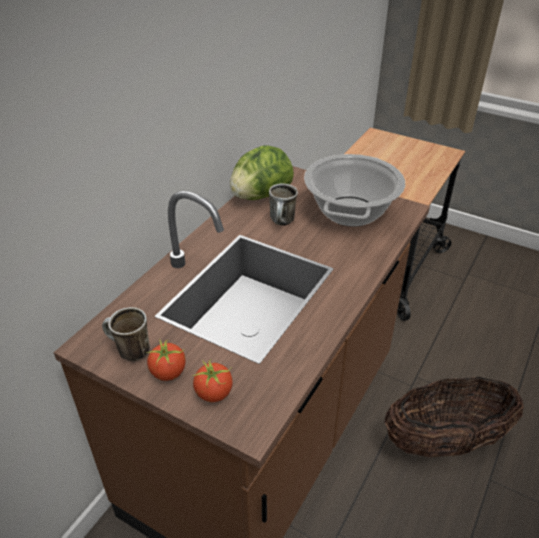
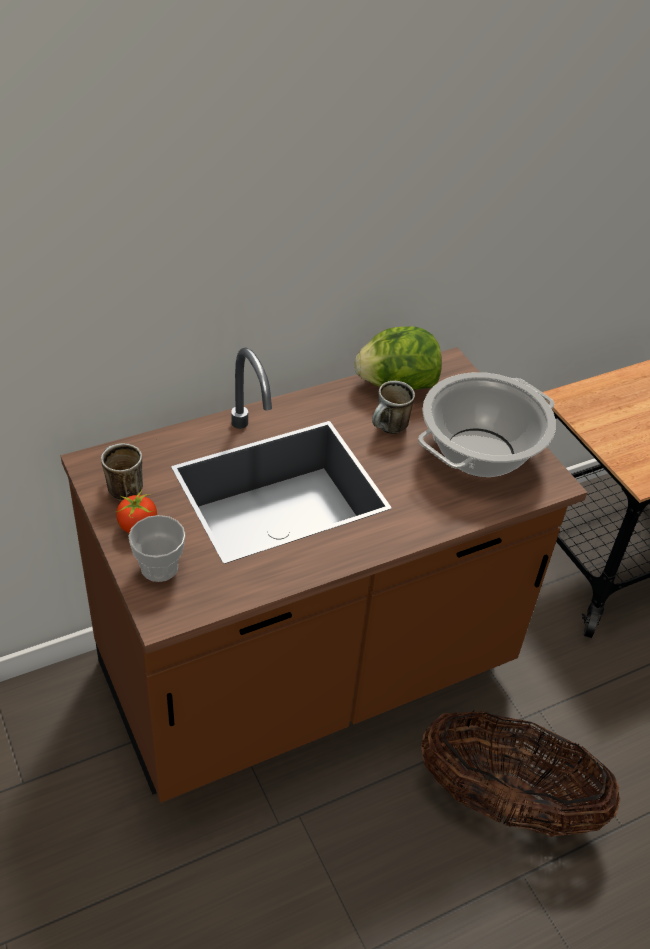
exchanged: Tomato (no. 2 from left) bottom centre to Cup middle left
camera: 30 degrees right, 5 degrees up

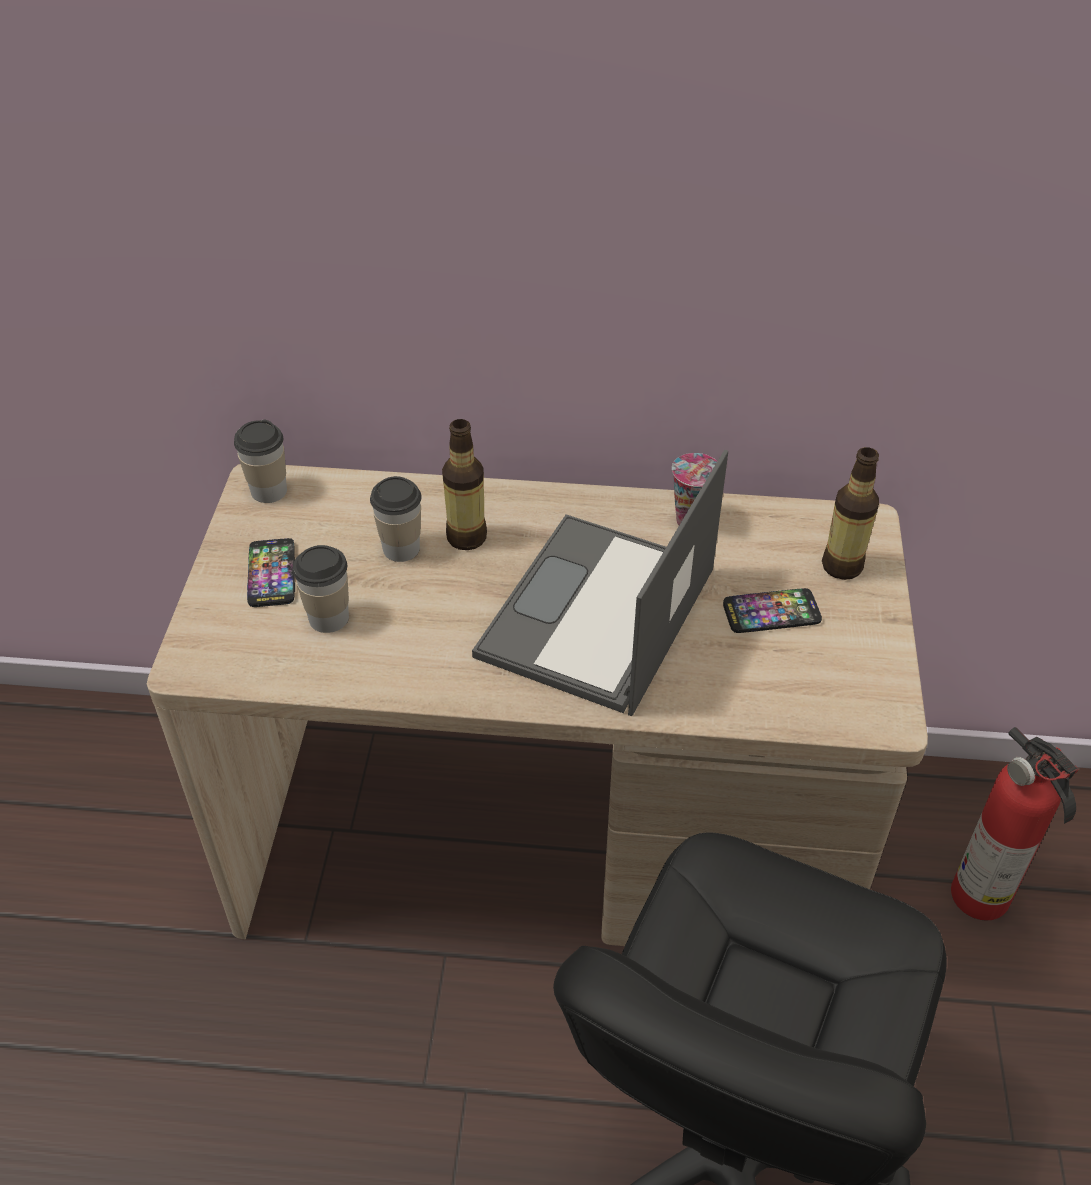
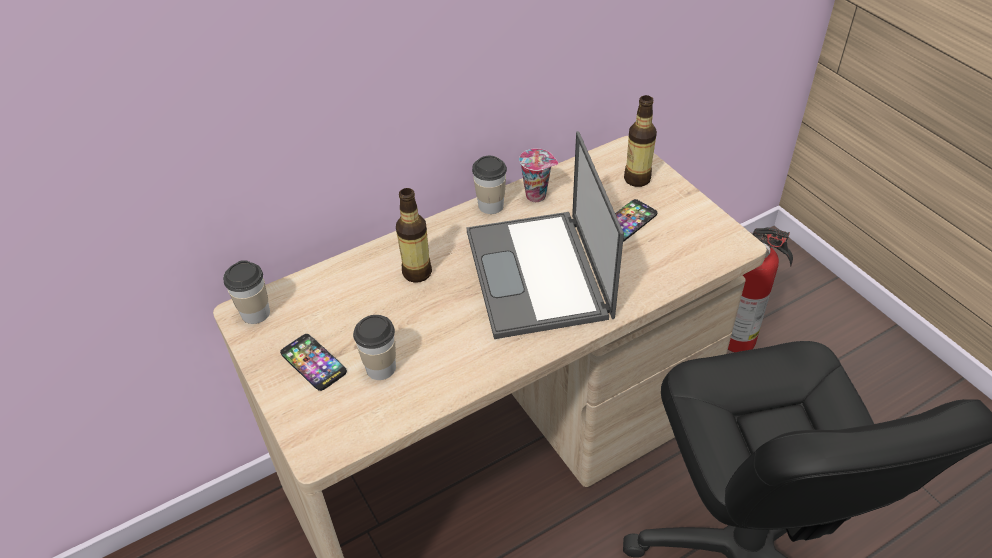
relocated: Cup (no. 3 from left) centre to top centre
camera: 35 degrees left, 0 degrees up

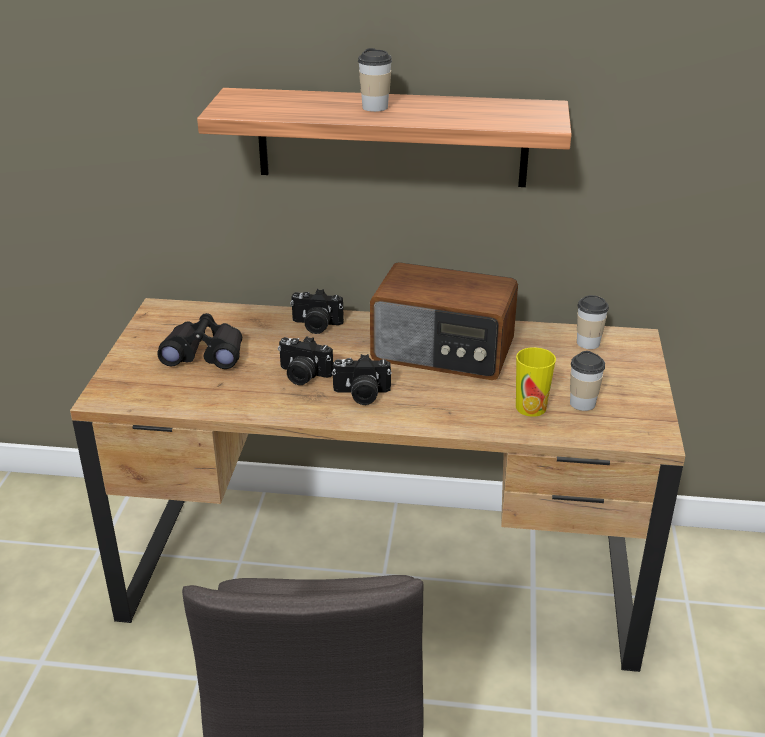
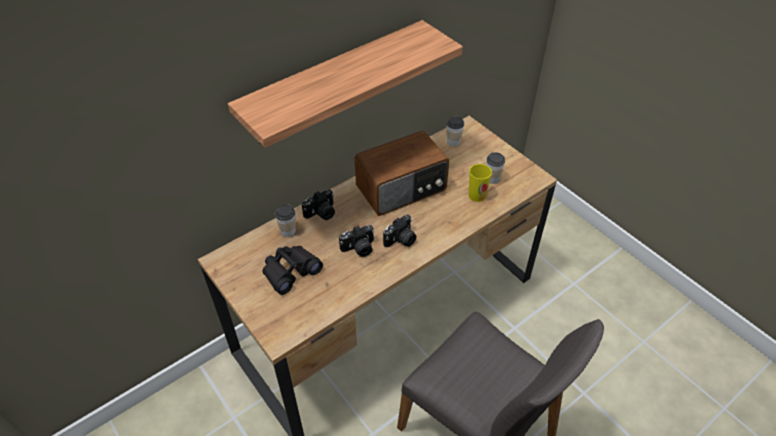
relocated: Cup (no. 1 from left) top centre to centre
camera: 45 degrees left, 15 degrees up

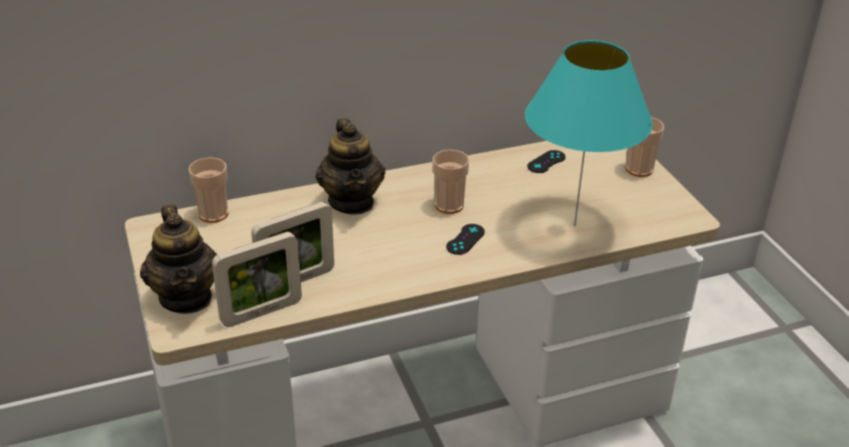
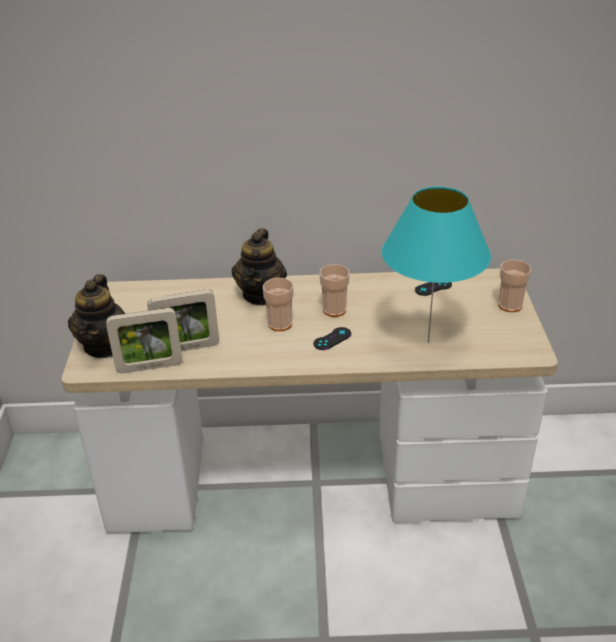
relocated: Cup (no. 1 from left) middle left to centre
camera: 20 degrees right, 0 degrees up

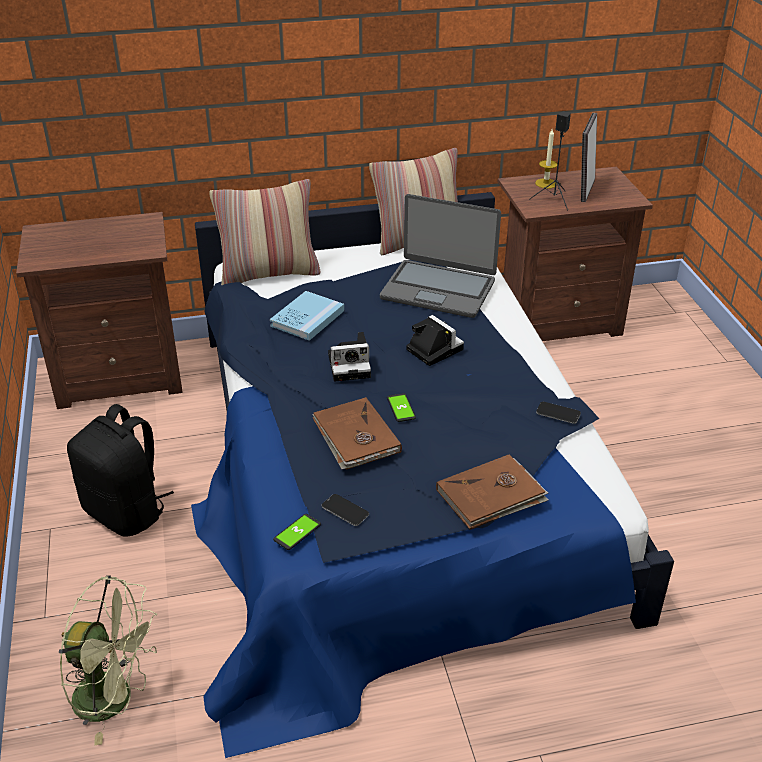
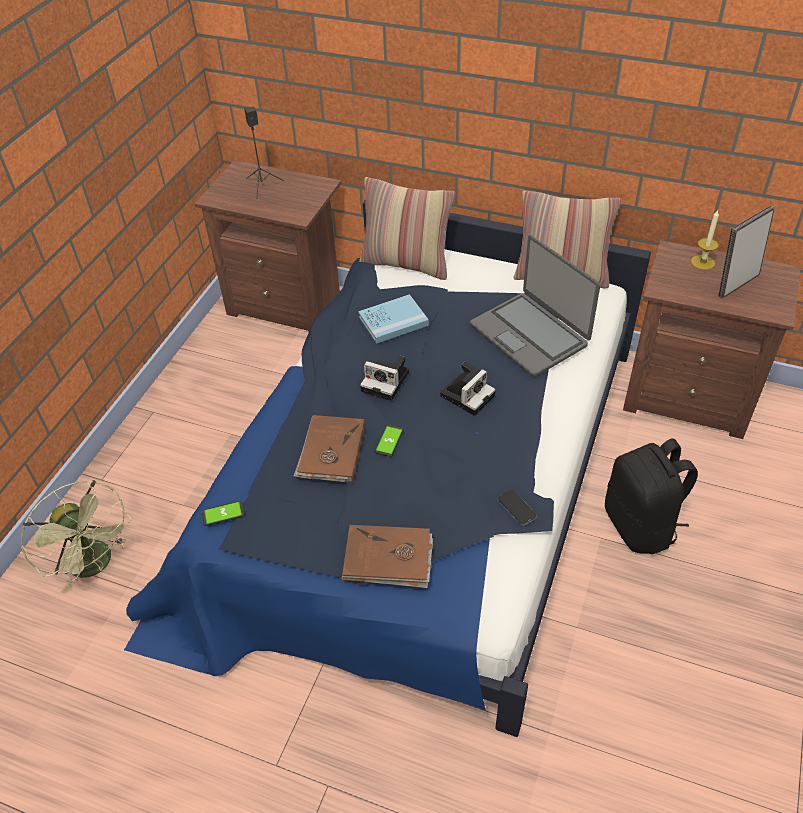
missing: Phone (no. 2 from left) bottom centre
relocated: BlackSpeaker top right to top left; BlackBackpack middle left to middle right
spun: PhotoCamera (no. 2 from left) centre = centre 45 degrees clockwise
camera: 35 degrees right, 10 degrees up

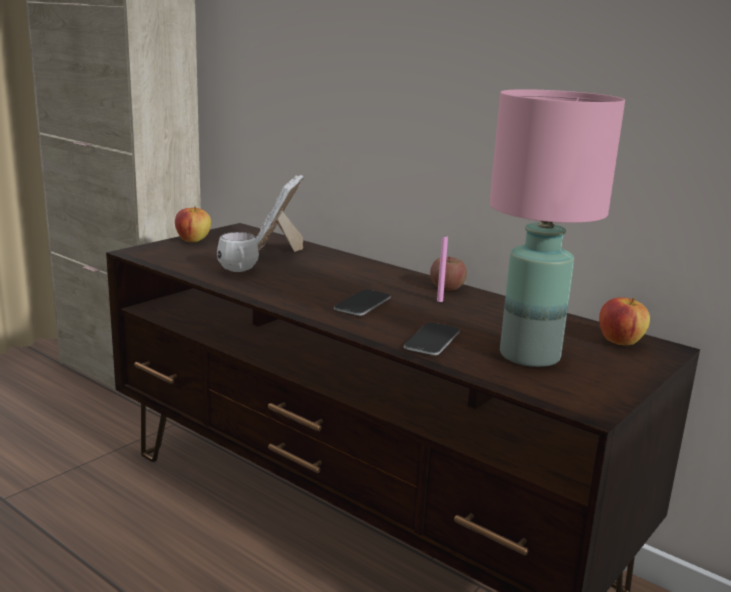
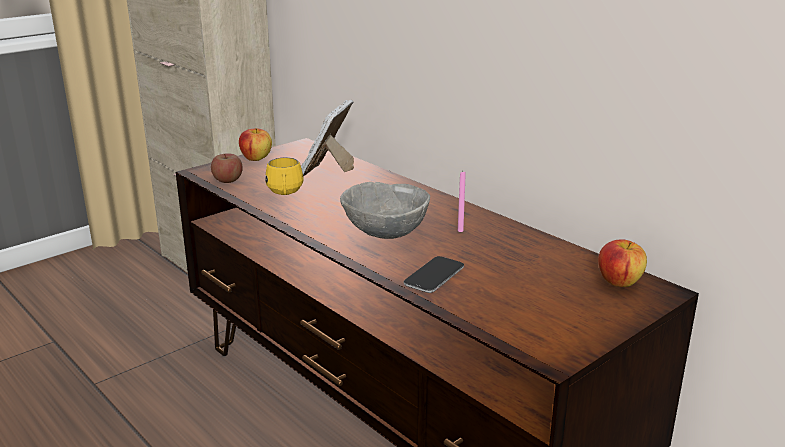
missing: PinkTableLamp middle right
relocated: Apple (no. 2 from left in the first image) centre to Apple (no. 1 from left) middle left
exchanged: Phone (no. 1 from left) centre to GreyBowl centre
colour: WhiteMug middle left to YellowMug centre
camera: 10 degrees right, 5 degrees up

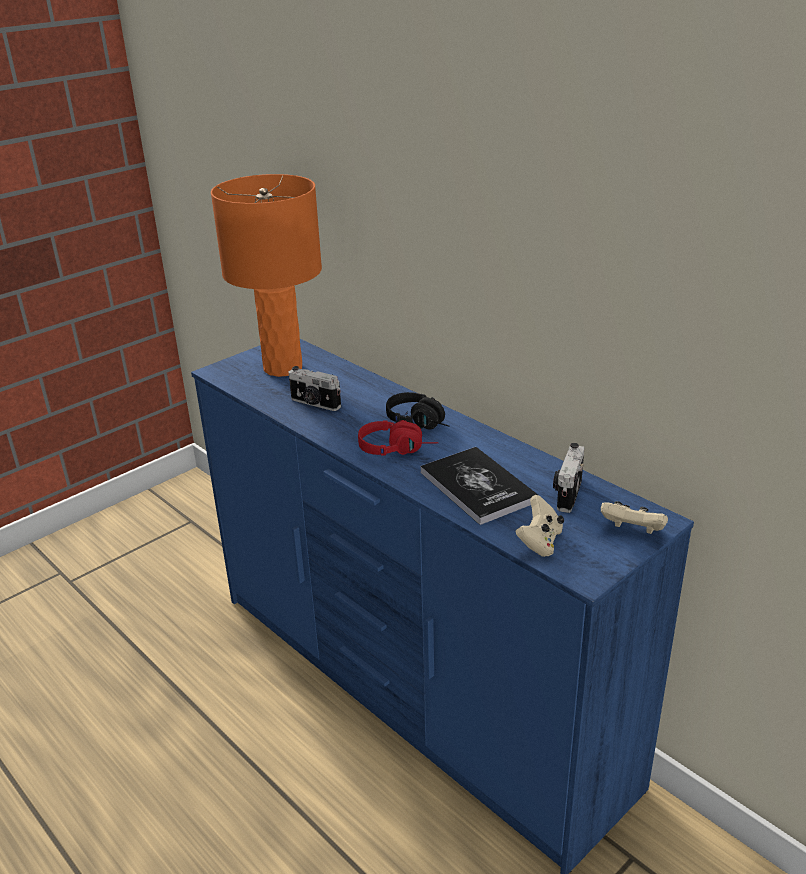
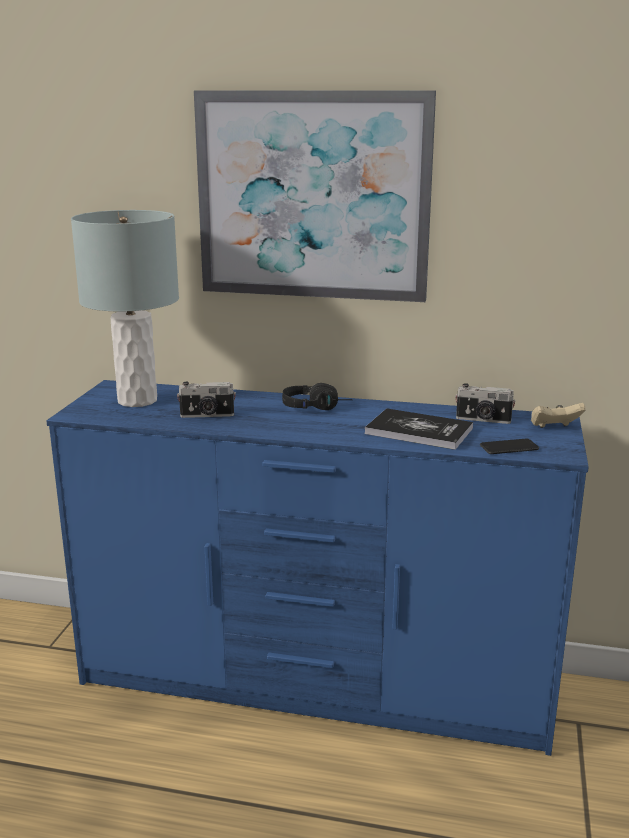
missing: RedHeadphones centre
appeared: Picture top centre
exchanged: BeigeGameController (no. 1 from left) middle right to Phone middle right
colour: OrangeTableLamp top left to GreyTableLamp middle left
spun: PhotoCamera (no. 2 from left) middle right = middle right 60 degrees counterclockwise
camera: 35 degrees left, 10 degrees down

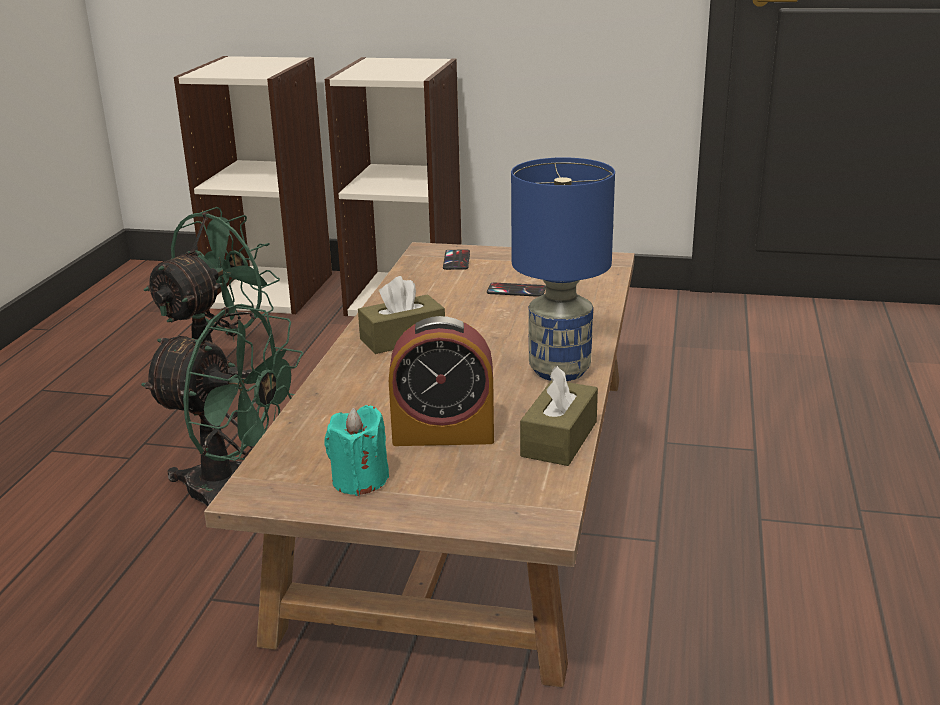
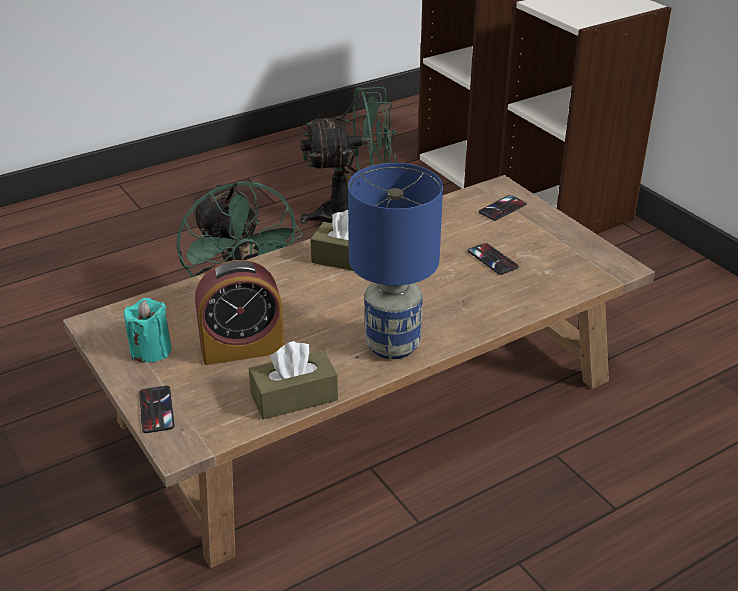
appeared: Phone (no. 1 from left) bottom left
spun: AlarmClock centre = middle left 60 degrees counterclockwise
camera: 45 degrees right, 10 degrees up

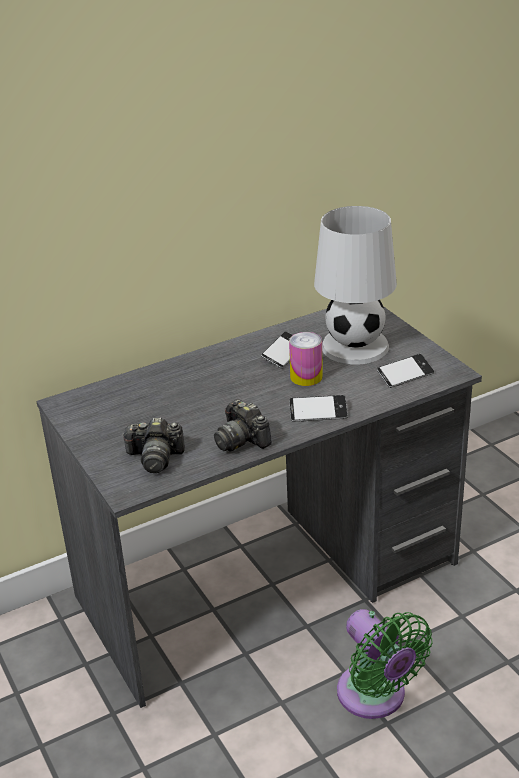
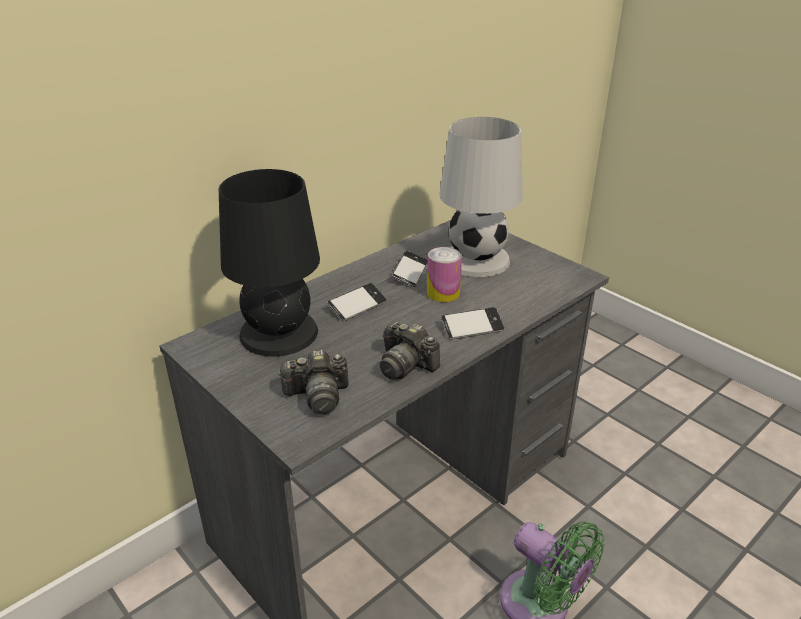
appeared: BlackTableLamp centre
relocated: Phone (no. 3 from left in the first image) middle right to Phone (no. 1 from left) centre
camera: 15 degrees left, 0 degrees up

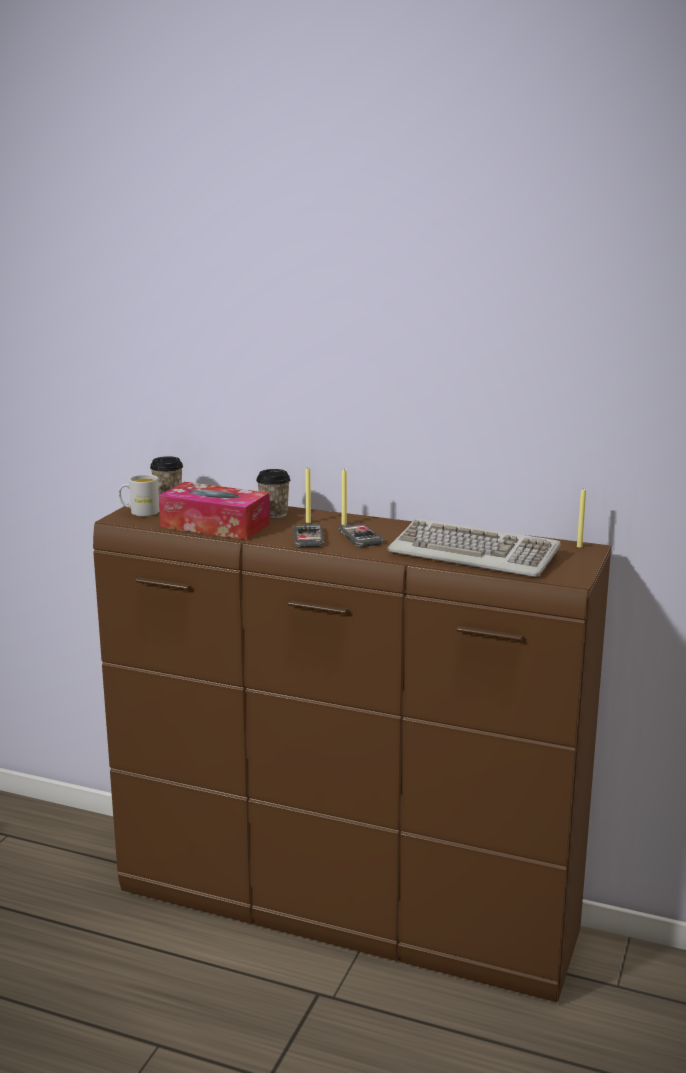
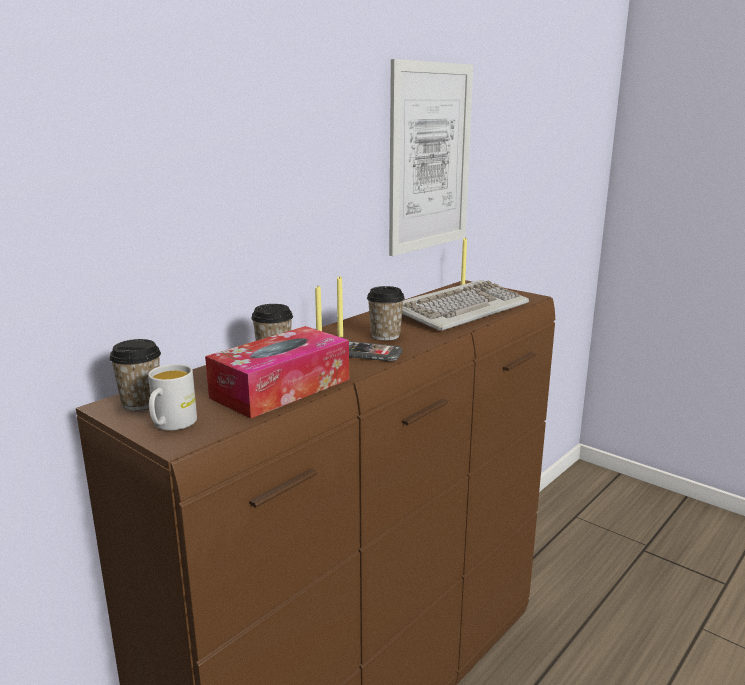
appeared: Picture top centre
exchanged: Phone (no. 2 from left) centre to Cup (no. 3 from left) centre
camera: 70 degrees left, 0 degrees up

